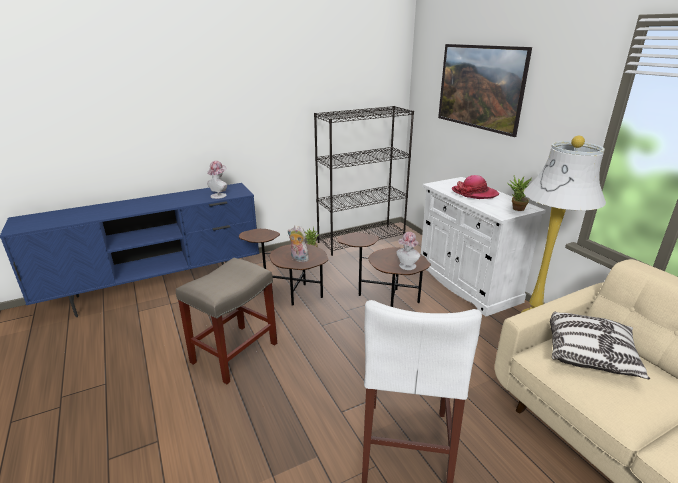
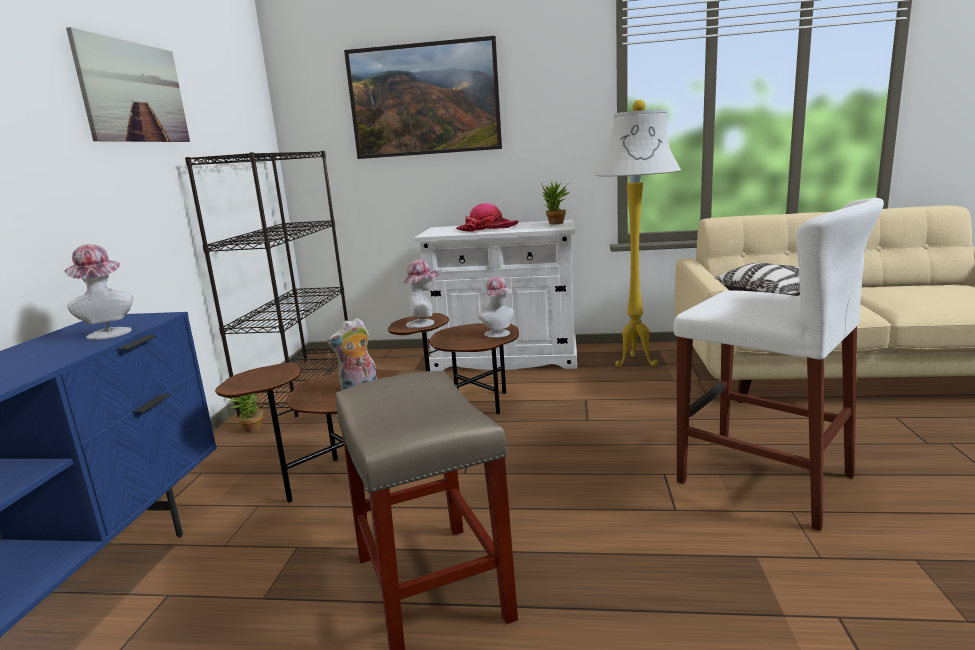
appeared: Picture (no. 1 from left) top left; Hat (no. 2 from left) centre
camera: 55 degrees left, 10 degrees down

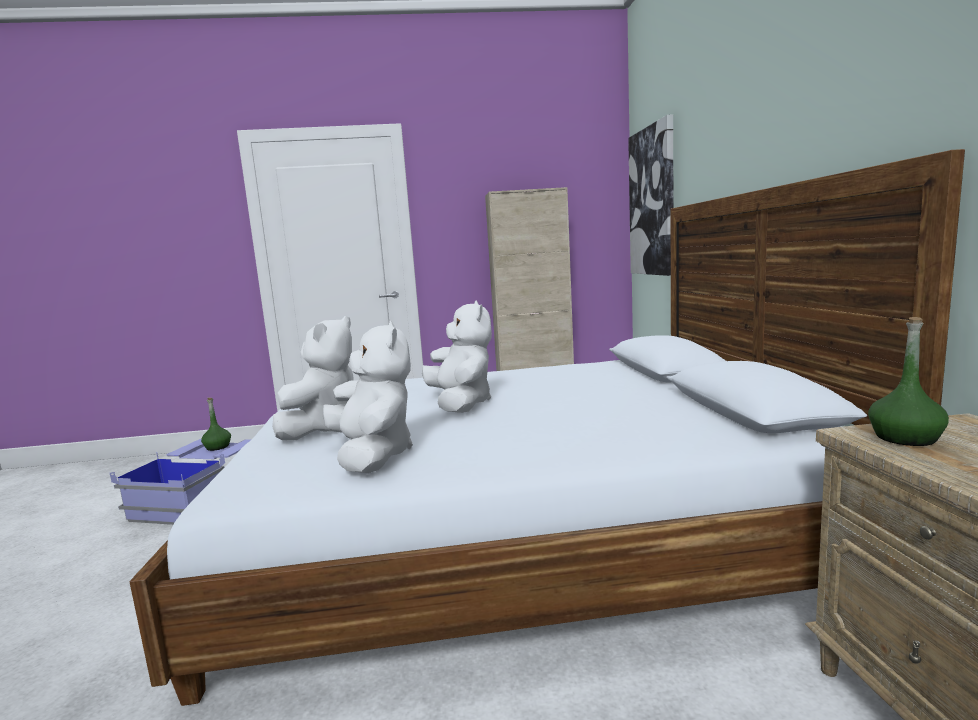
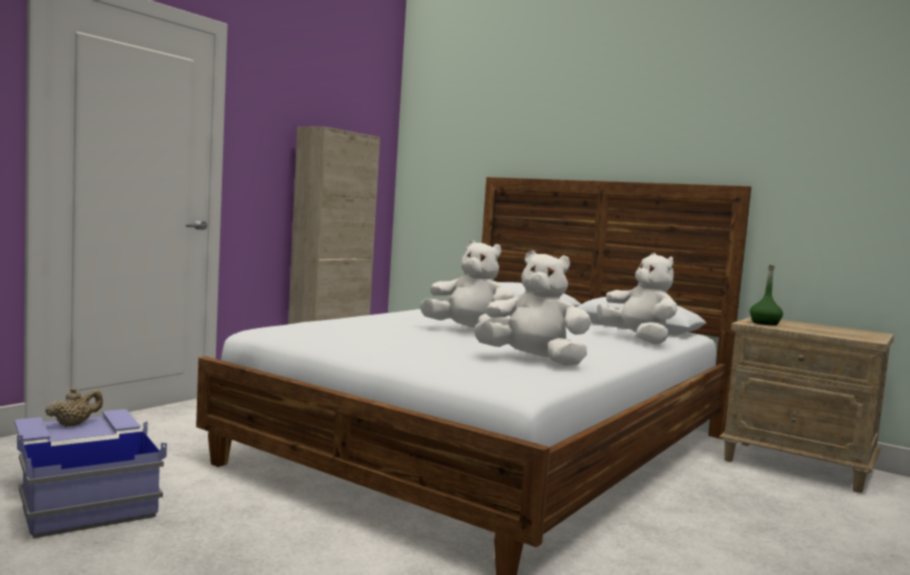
missing: Picture top centre
relocated: WhitePlushToy (no. 1 from left in the first image) middle left to WhitePlushToy (no. 3 from left) middle right
exchanged: GreenBottle (no. 1 from left) middle left to BeigeTeapot bottom left
camera: 50 degrees left, 5 degrees down

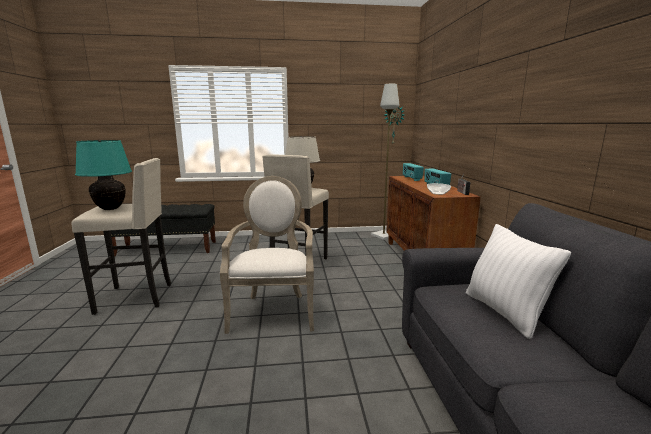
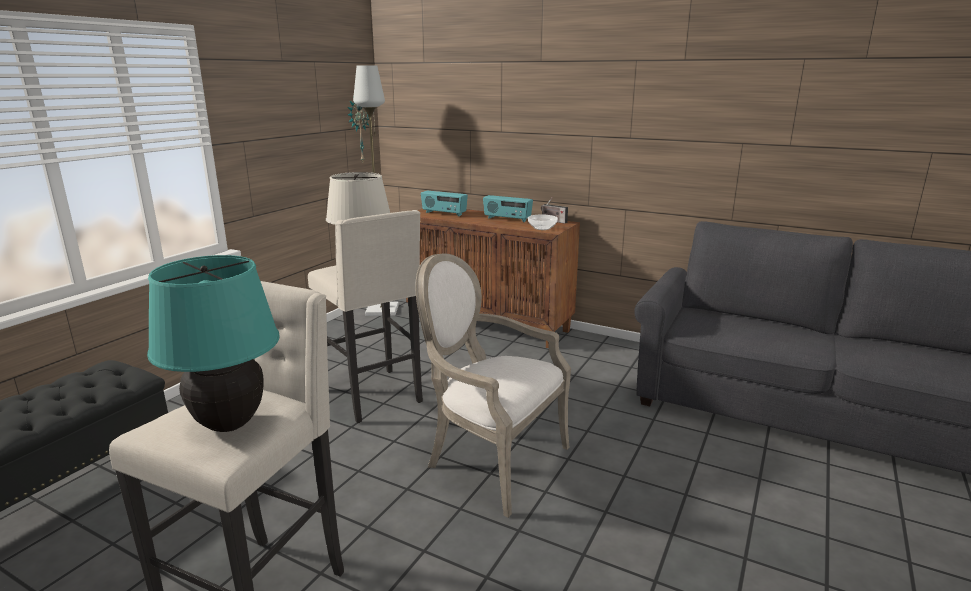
missing: WhitePillow middle right
camera: 55 degrees left, 5 degrees up

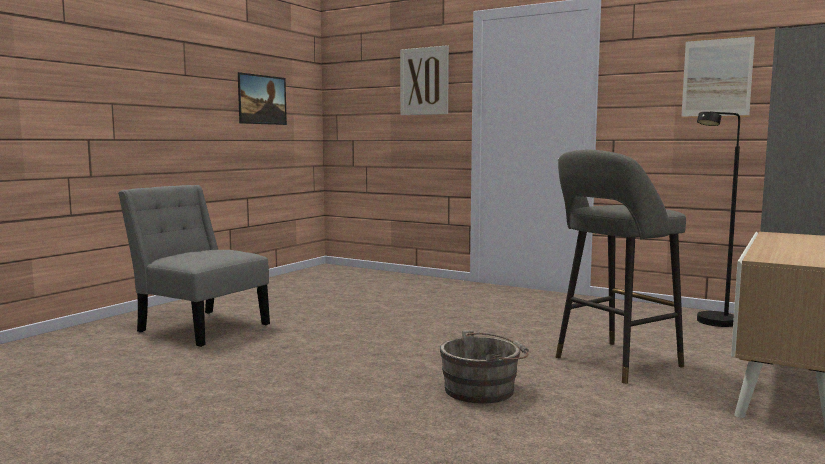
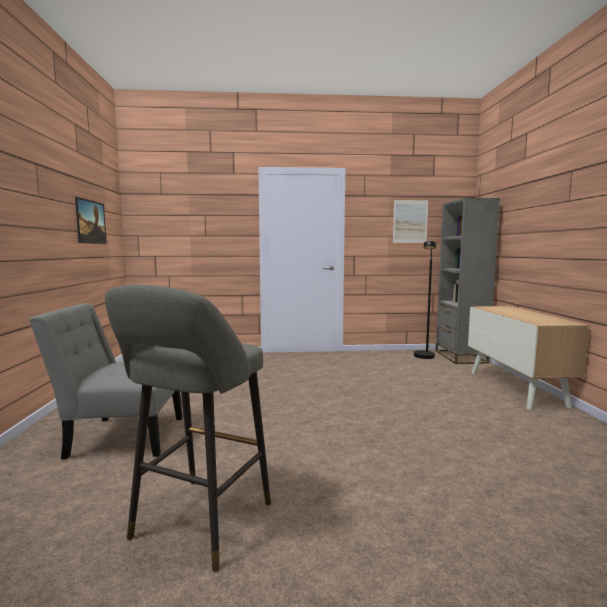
missing: Picture (no. 2 from left) top centre; GreyBucket bottom centre
relocated: GreyStool middle right to bottom left
camera: 35 degrees left, 0 degrees up

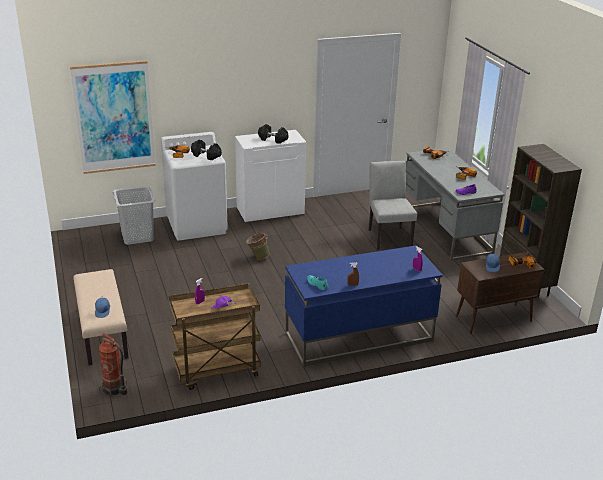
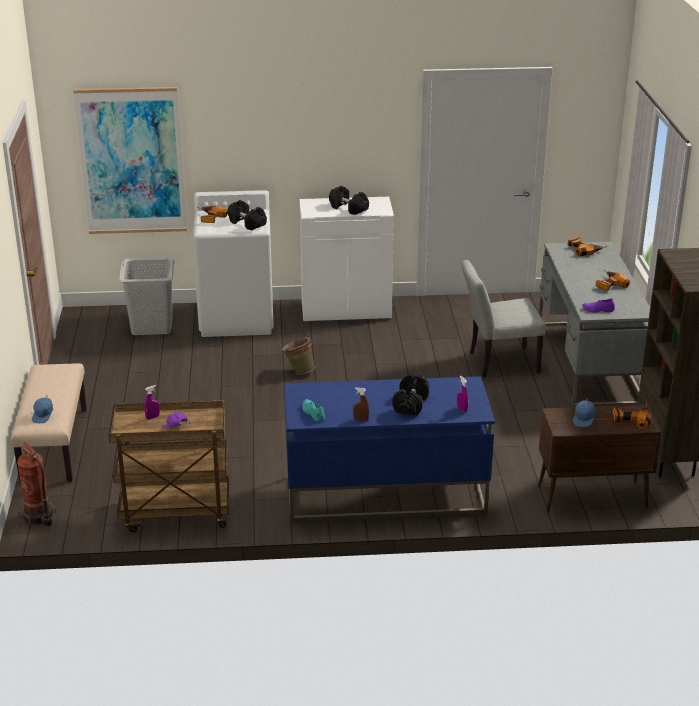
appeared: BlackDumbbell (no. 3 from left) centre
spun: GreyChair centre = middle right 105 degrees counterclockwise
camera: 15 degrees right, 0 degrees up

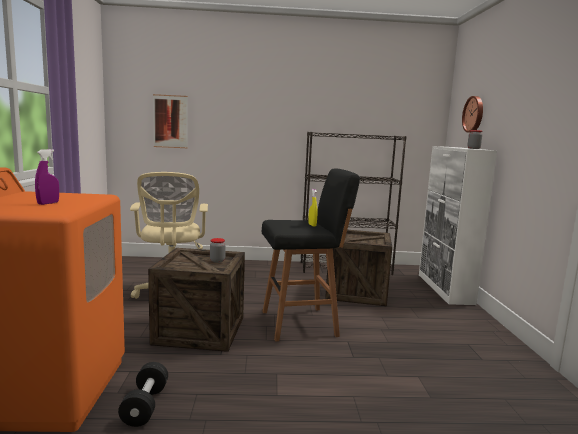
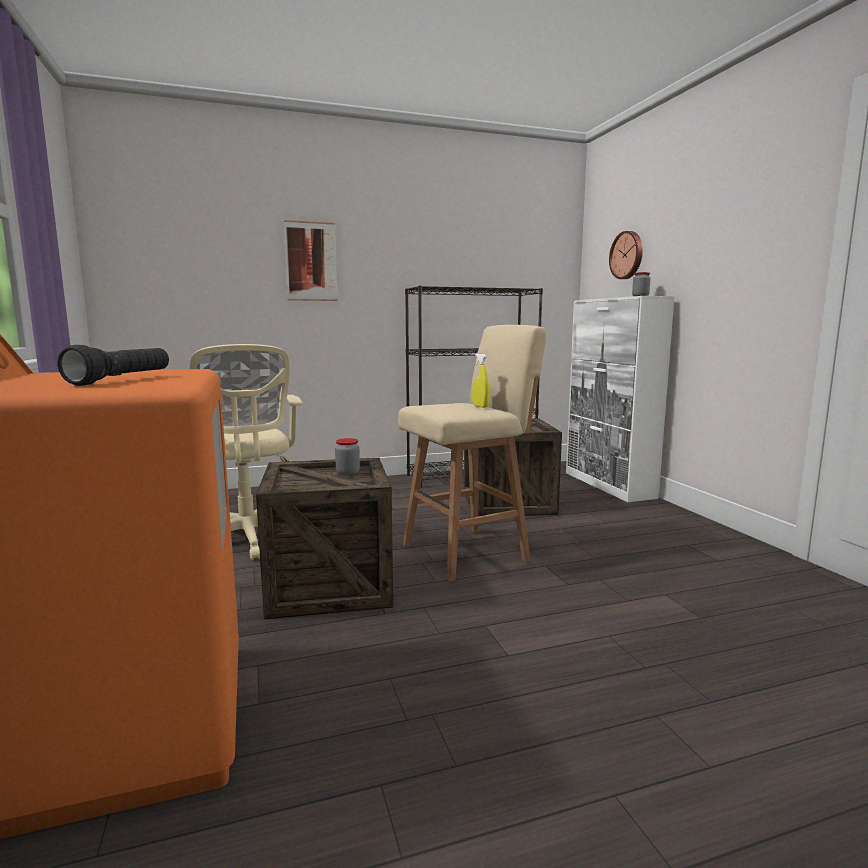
missing: BlackDumbbell bottom left
relocated: Picture top left to top centre
exchanged: PurpleSprayBottle middle left to BlackFlashlight middle left
colour: BlackStool centre to BeigeStool centre
camera: 15 degrees left, 0 degrees up

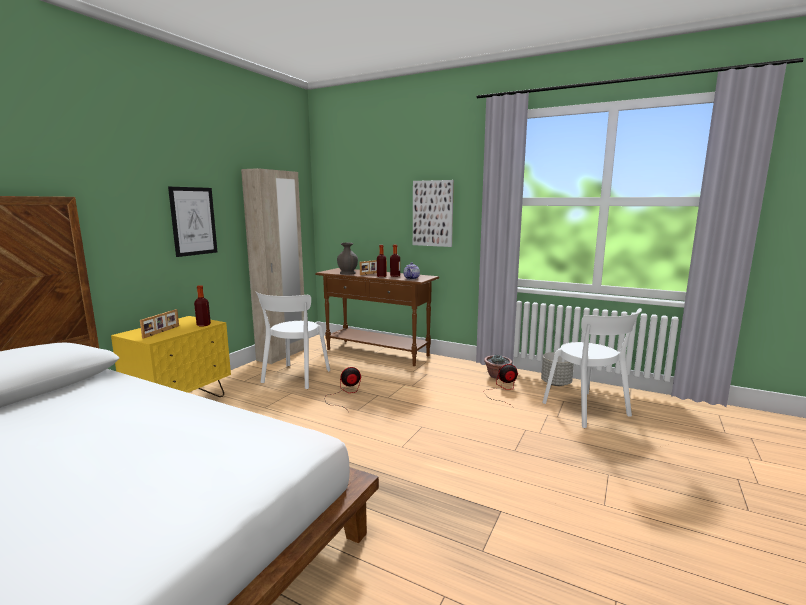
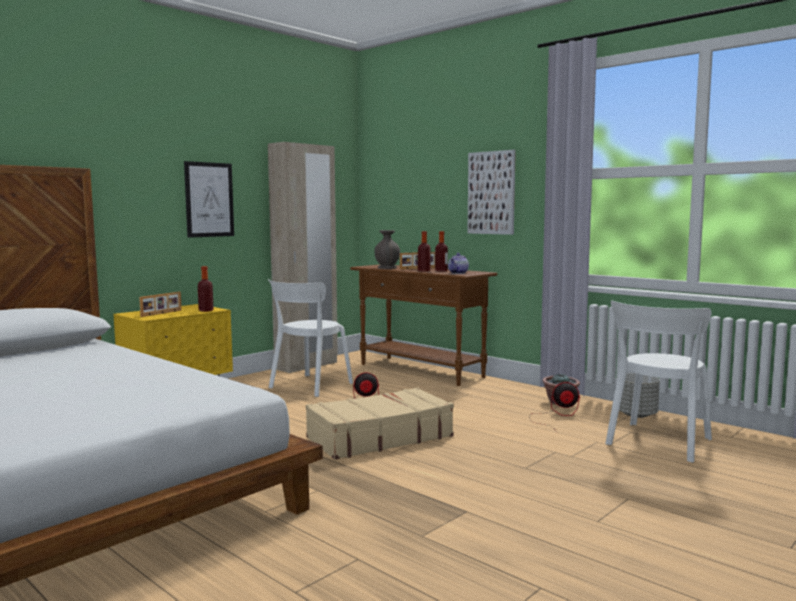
appeared: BeigeSuitcase bottom centre
spun: WhiteChair (no. 2 from left) middle right = middle right 45 degrees clockwise
camera: 15 degrees right, 5 degrees down

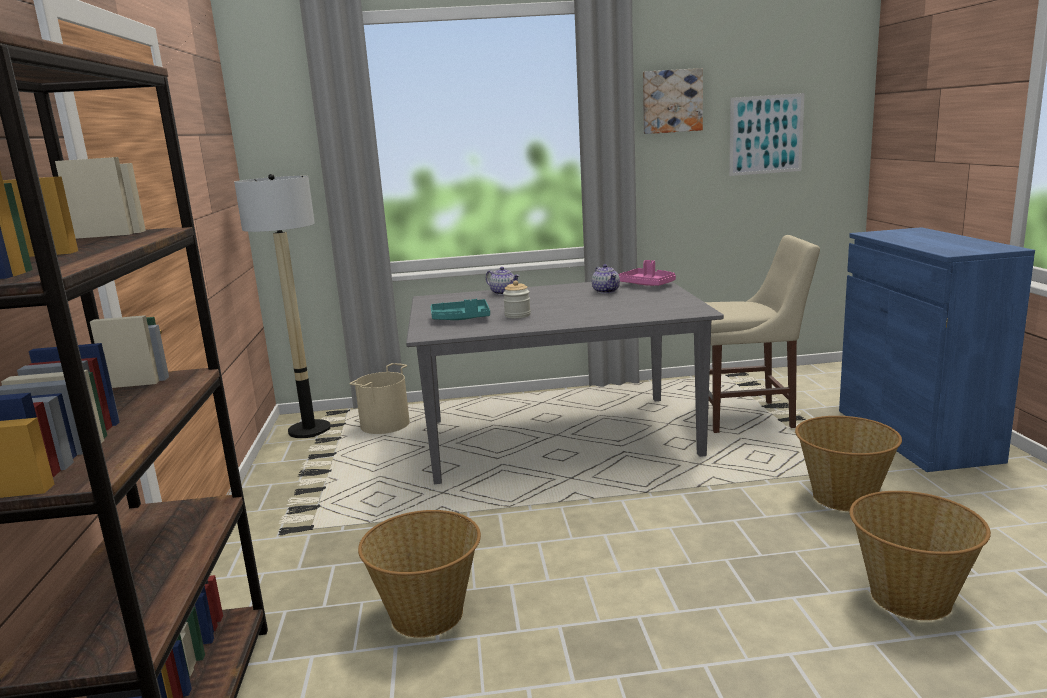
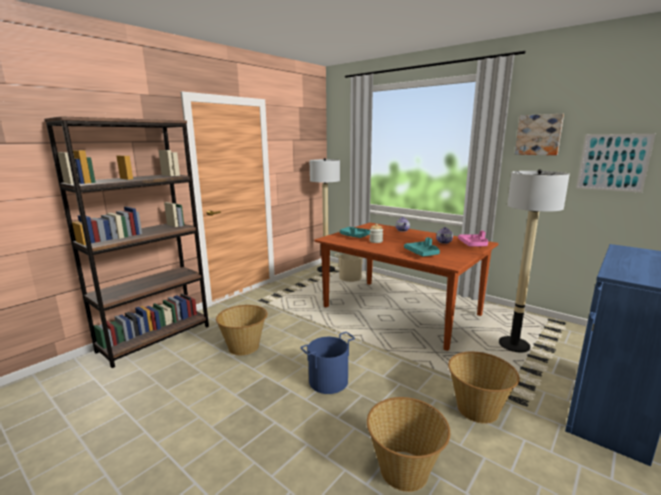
appeared: TurquoiseTray (no. 2 from left) centre; BlueBucket bottom centre
exchanged: BeigeChair middle right to FloorLamp (no. 2 from left) middle right
colour: GreyDiningTable centre to BrownDiningTable centre
camera: 45 degrees right, 0 degrees up

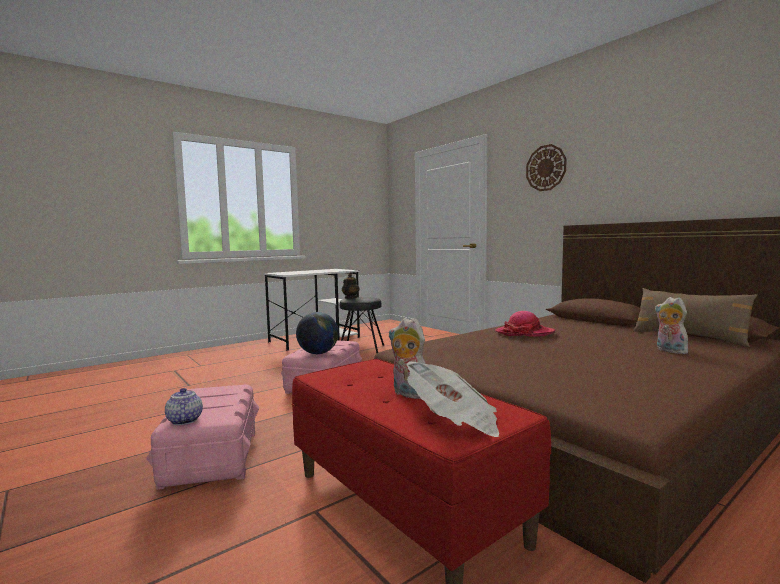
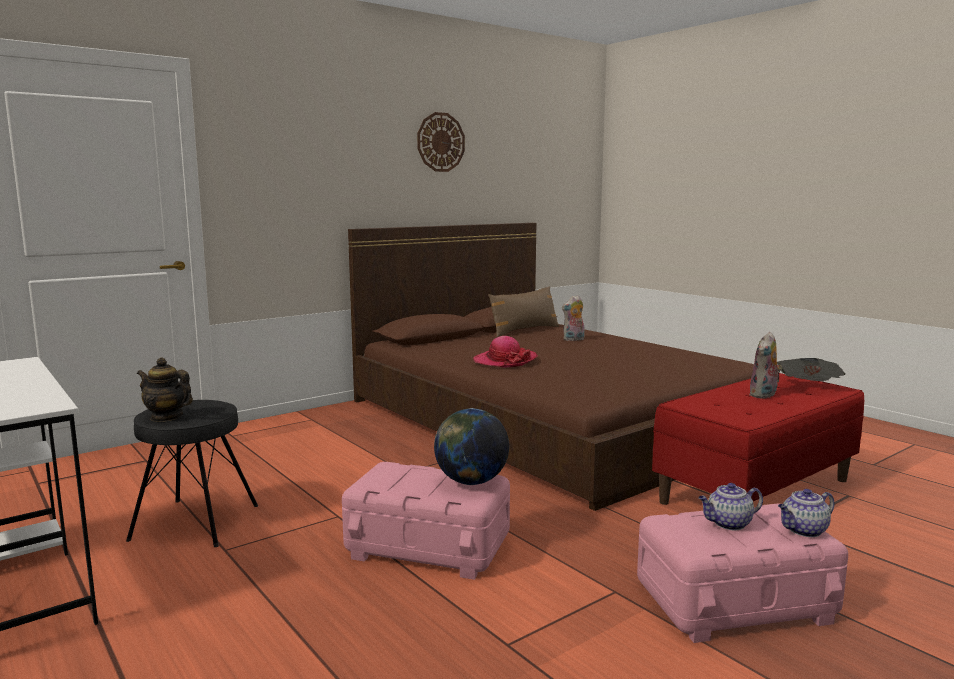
appeared: Teapot (no. 2 from left) bottom right
relocated: WallClock top right to top centre
camera: 90 degrees left, 5 degrees up

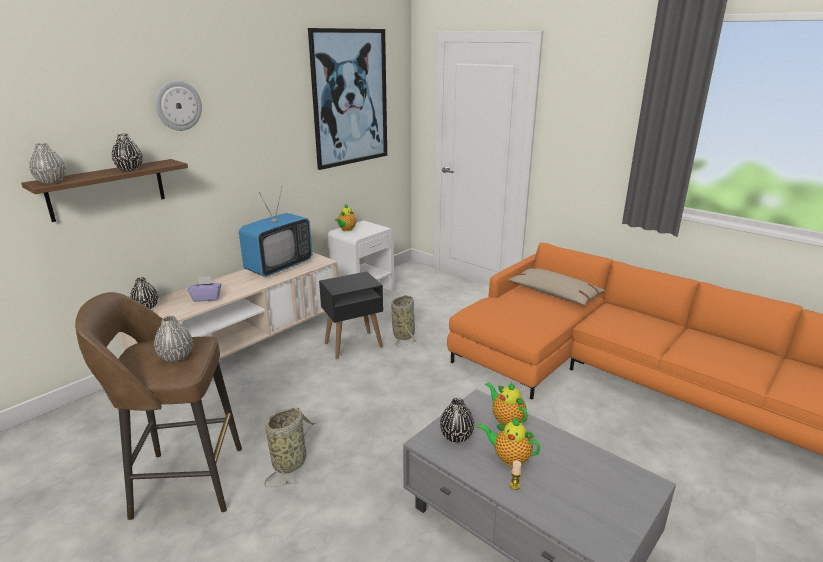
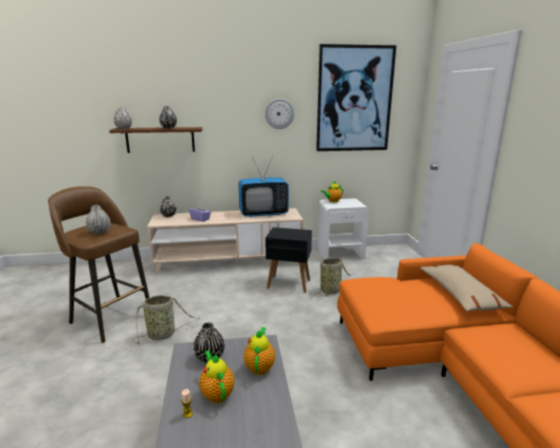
relocated: WallClock top left to top centre
camera: 40 degrees right, 5 degrees down

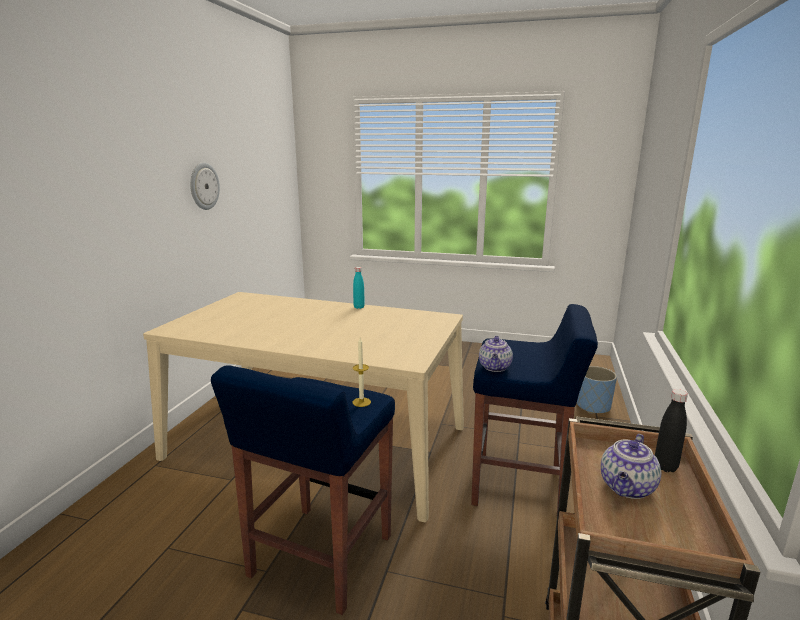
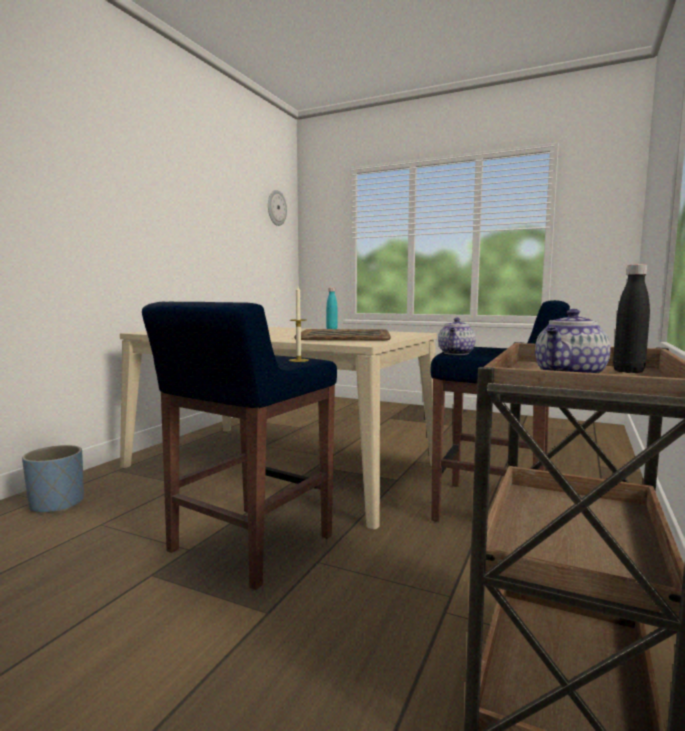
appeared: Tray centre
relocated: WallClock top left to top centre; BluePlanter middle right to middle left
camera: 10 degrees right, 10 degrees down

